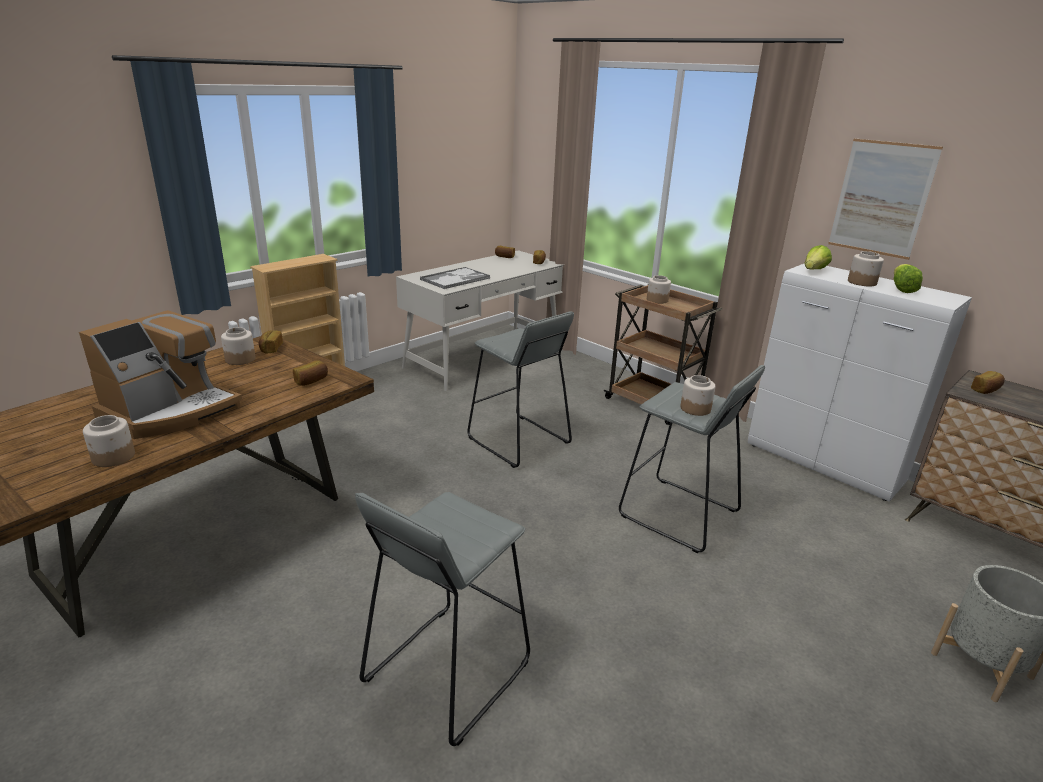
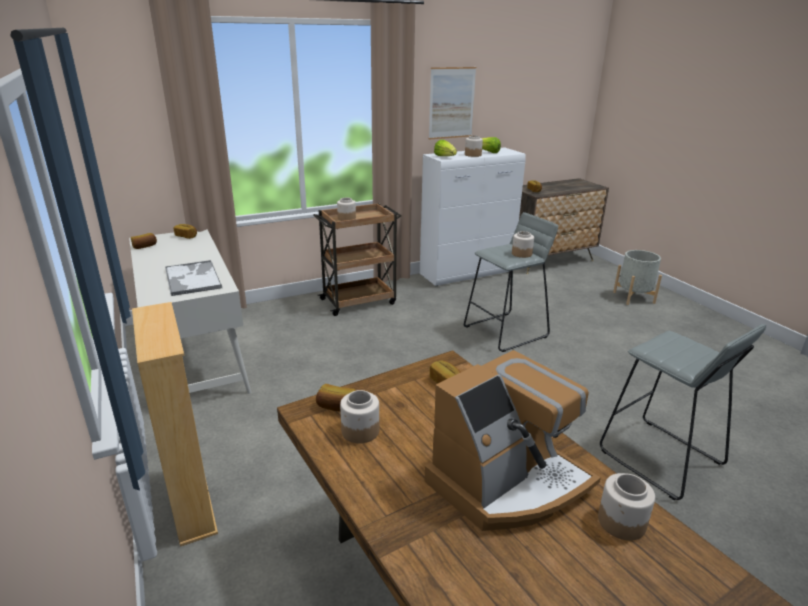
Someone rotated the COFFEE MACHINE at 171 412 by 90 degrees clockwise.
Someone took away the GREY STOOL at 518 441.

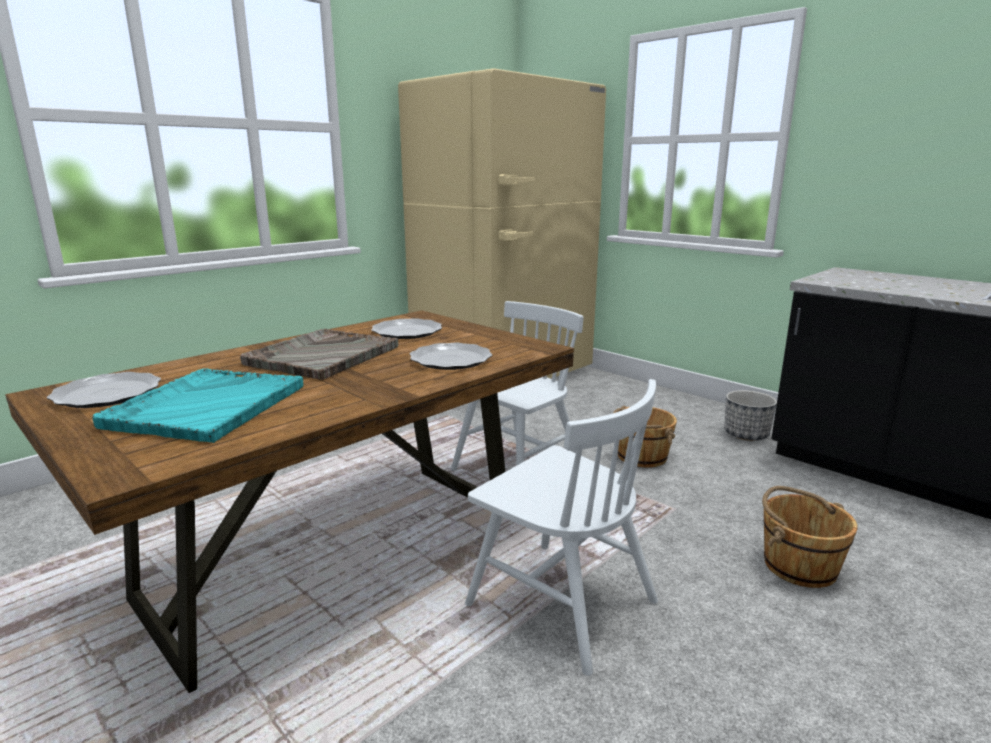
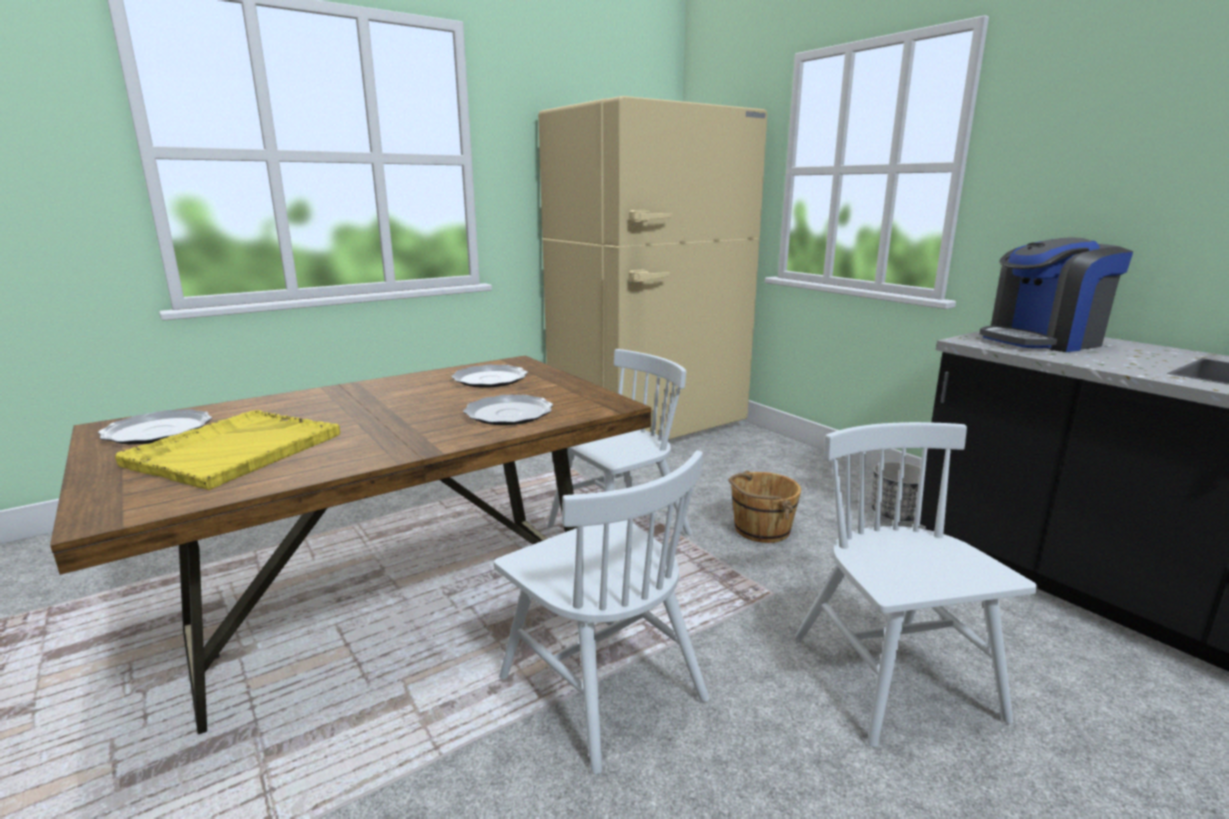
Someone repainted the TURQUOISE TRAY at 206 406, which became the YELLOW TRAY at 234 450.
Someone took away the GREY TRAY at 322 356.
Someone swapped the BROWN BUCKET at 798 565 for the WHITE CHAIR at 894 677.
Someone put down the COFFEE MACHINE at 1042 341.

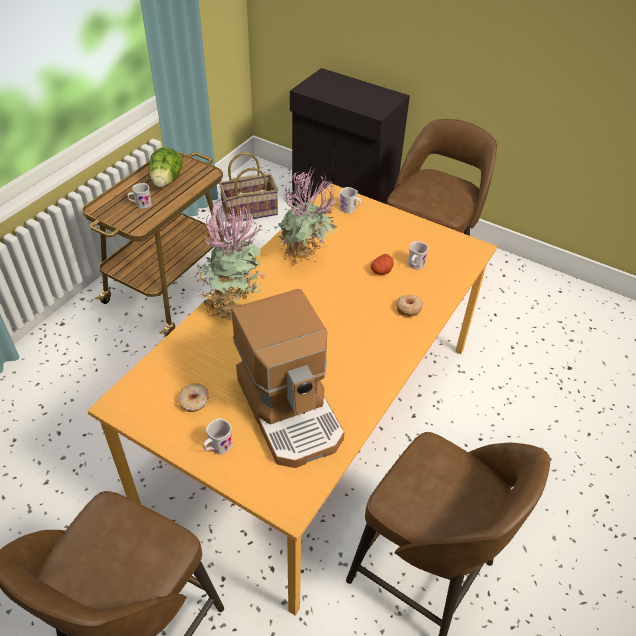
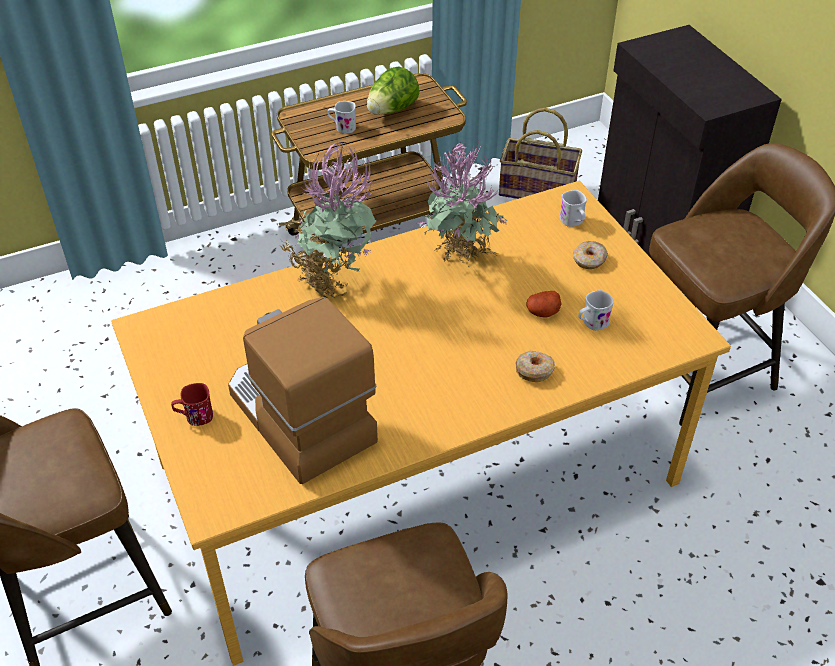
Someone carried the DONUT from 194 401 to 589 260.
Someone repainted the WHITE MUG at 217 447, which became the RED MUG at 194 416.
Someone rotated the COFFEE MACHINE at 291 410 by 135 degrees clockwise.

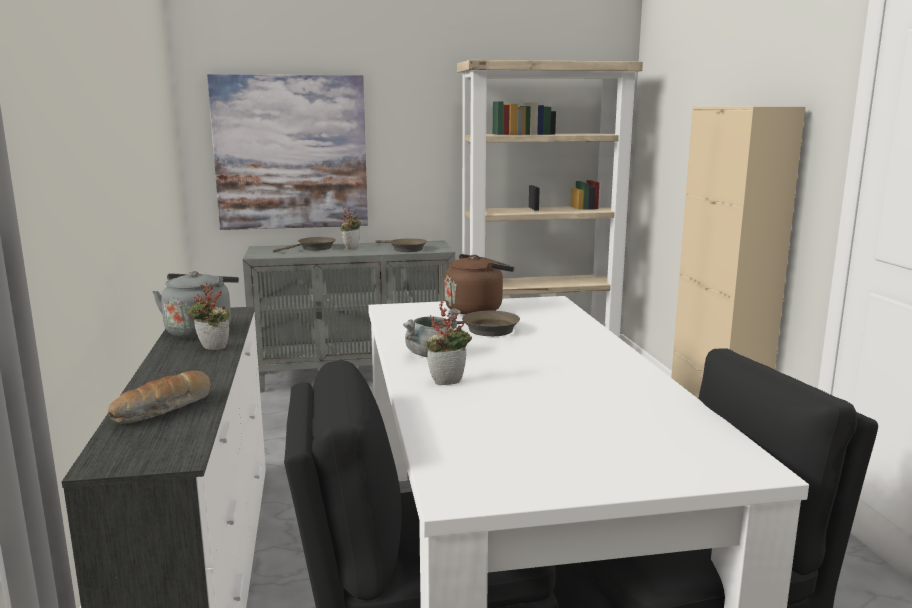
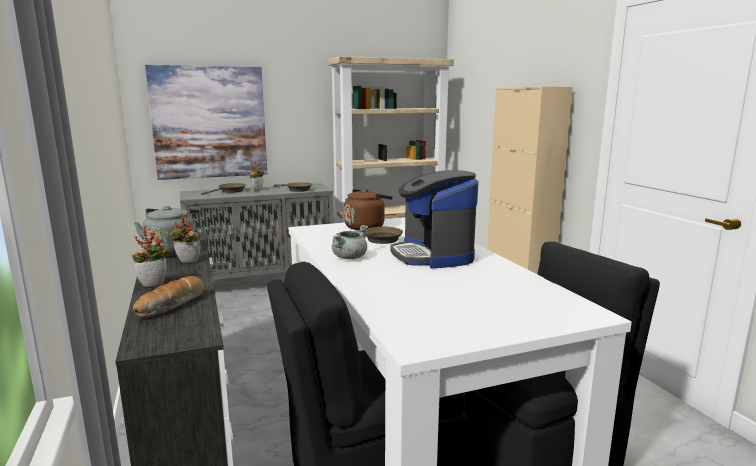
Someone carried the POTTED PLANT from 448 381 to 154 283.
Someone put down the COFFEE MACHINE at 433 255.

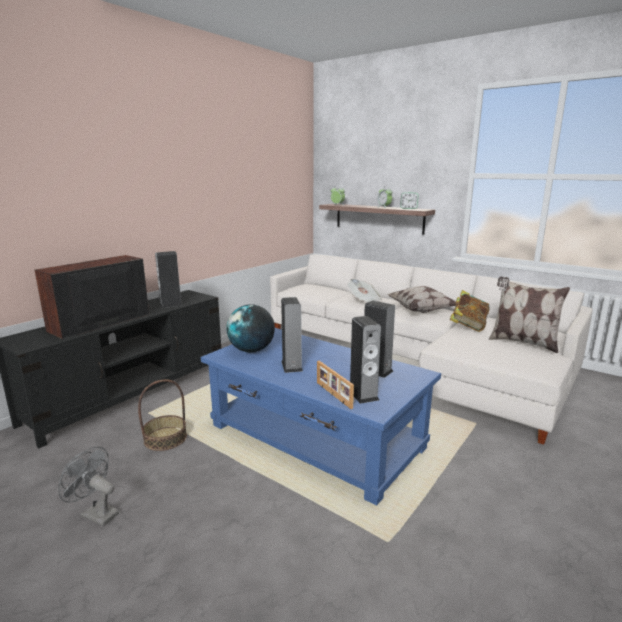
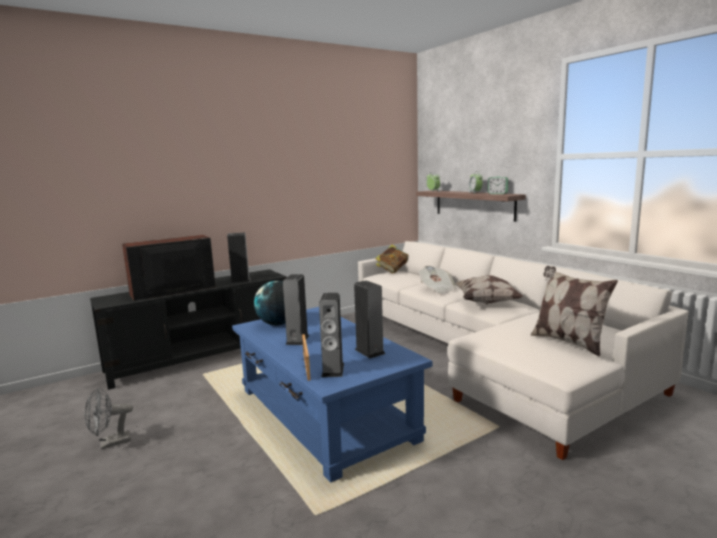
Someone rotated the GREY FAN at 95 513 by 75 degrees counterclockwise.
Someone took away the BASKET at 165 438.
Someone carried the BOOK from 468 326 to 392 270.

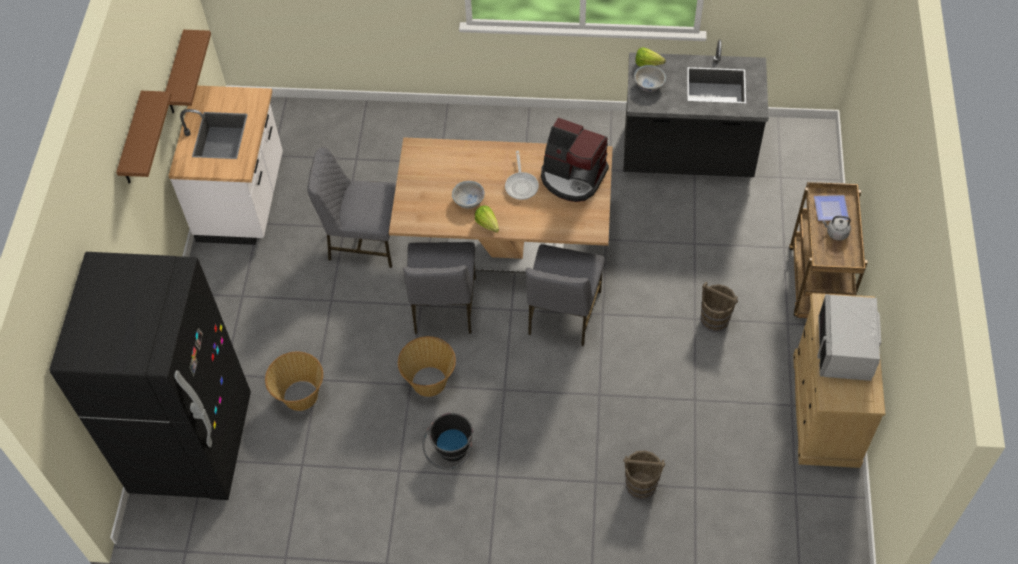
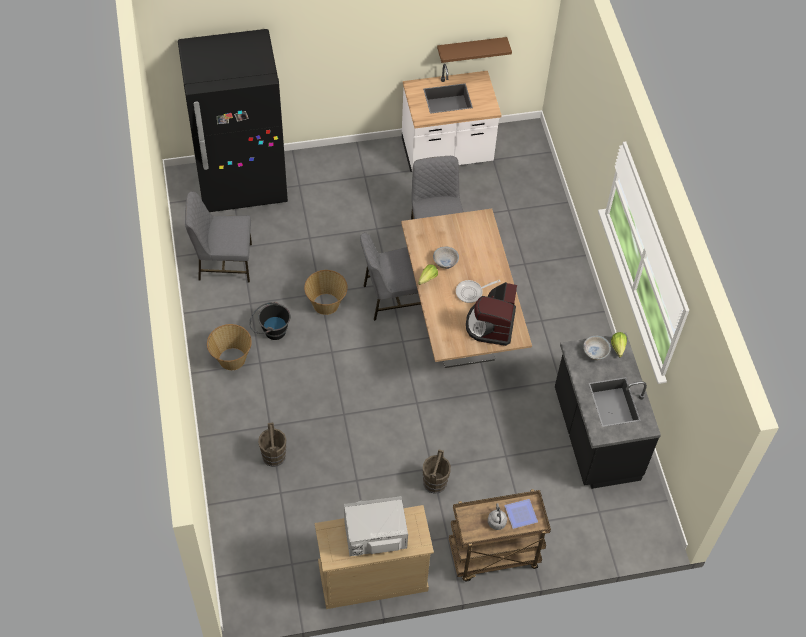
Someone took away the BROWN SHELF at 133 141.
Someone carried the BASKET from 300 396 to 231 359.
Someone carried the GREY CHAIR from 562 313 to 224 262.

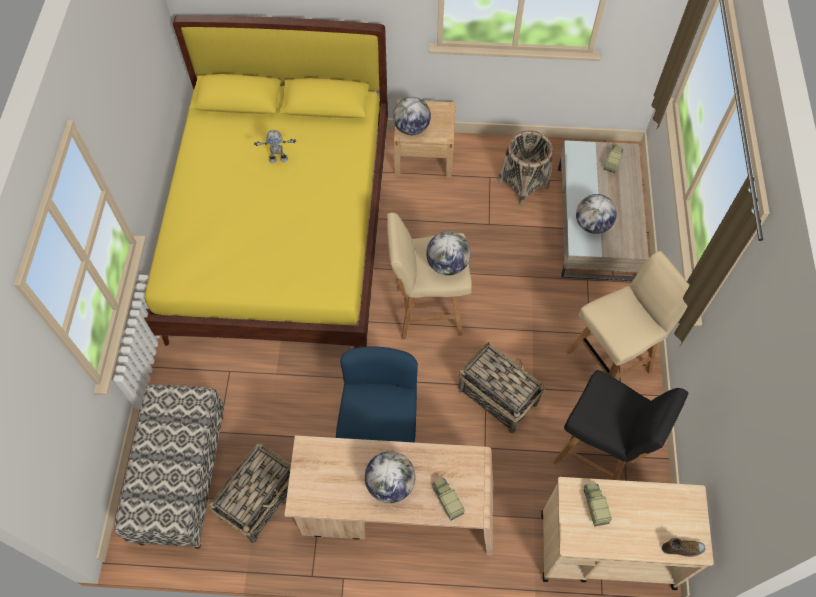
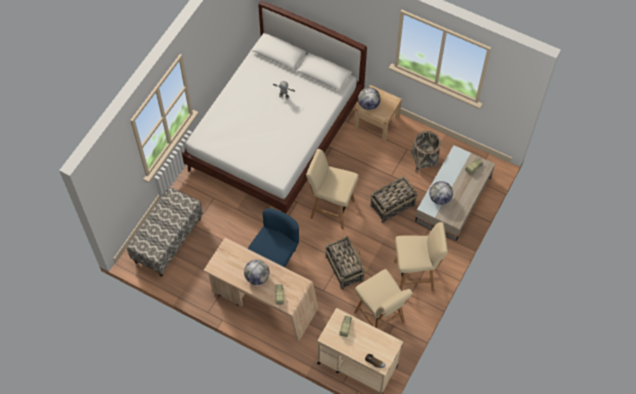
Someone repainted the YELLOW BED at 282 233, which became the WHITE BED at 275 135.
Someone carried the BASKET from 260 499 to 393 205.
Someone took away the GLOBE at 447 264.
Someone repainted the BLACK STOOL at 597 454, which became the BEIGE STOOL at 380 318.

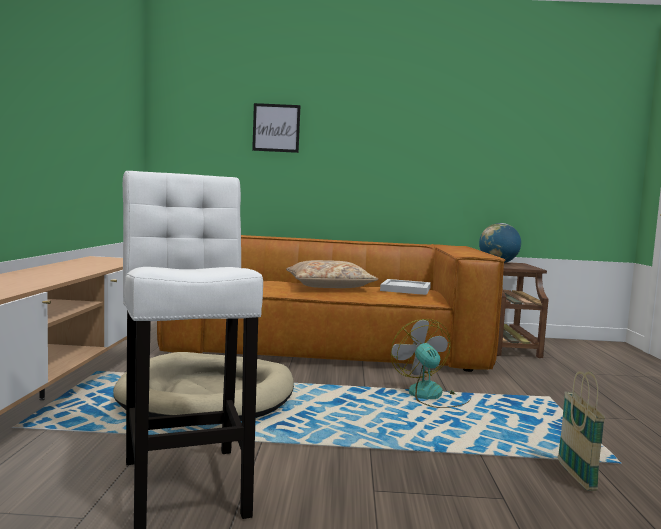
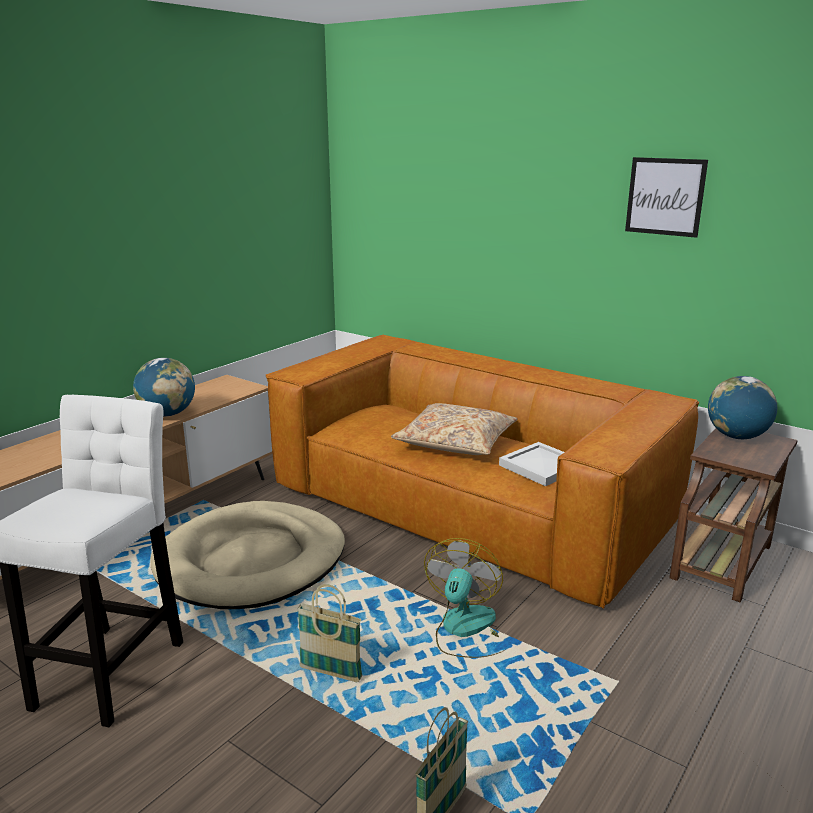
Someone carried the PICTURE from 276 128 to 665 196.
Someone put down the GLOBE at 167 414.
Someone put down the BASKET at 331 674.

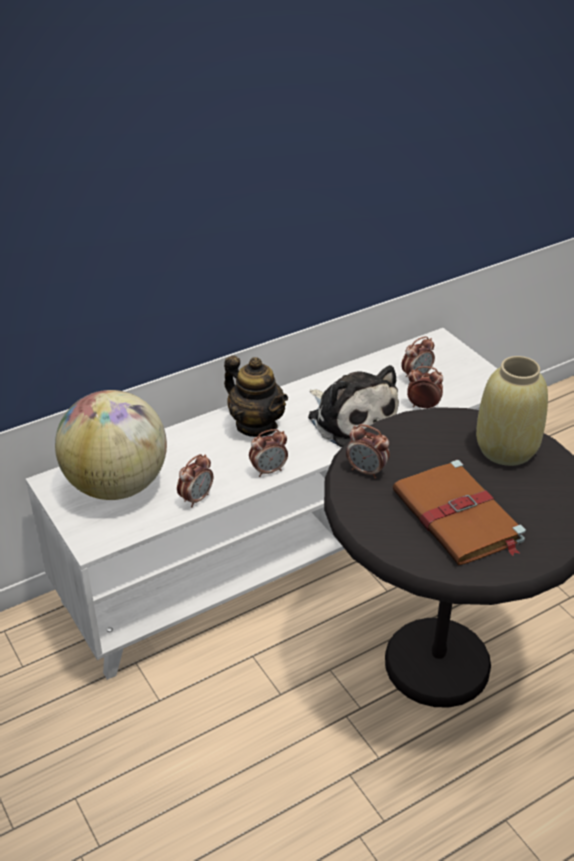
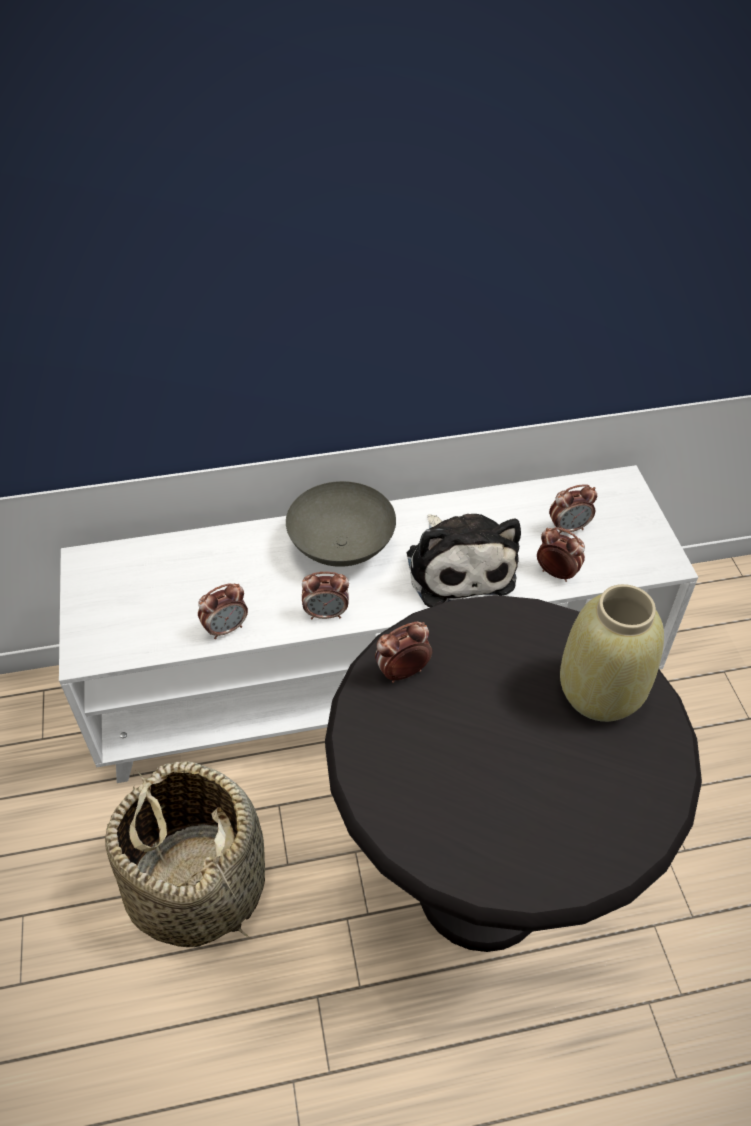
Someone took away the GLOBE at 117 485.
Someone swapped the TEAPOT at 256 425 for the GREY BOWL at 343 546.
Someone rotated the ALARM CLOCK at 366 471 by 105 degrees clockwise.
Someone took away the BROWN BOOK at 458 517.
Someone put down the BASKET at 197 884.

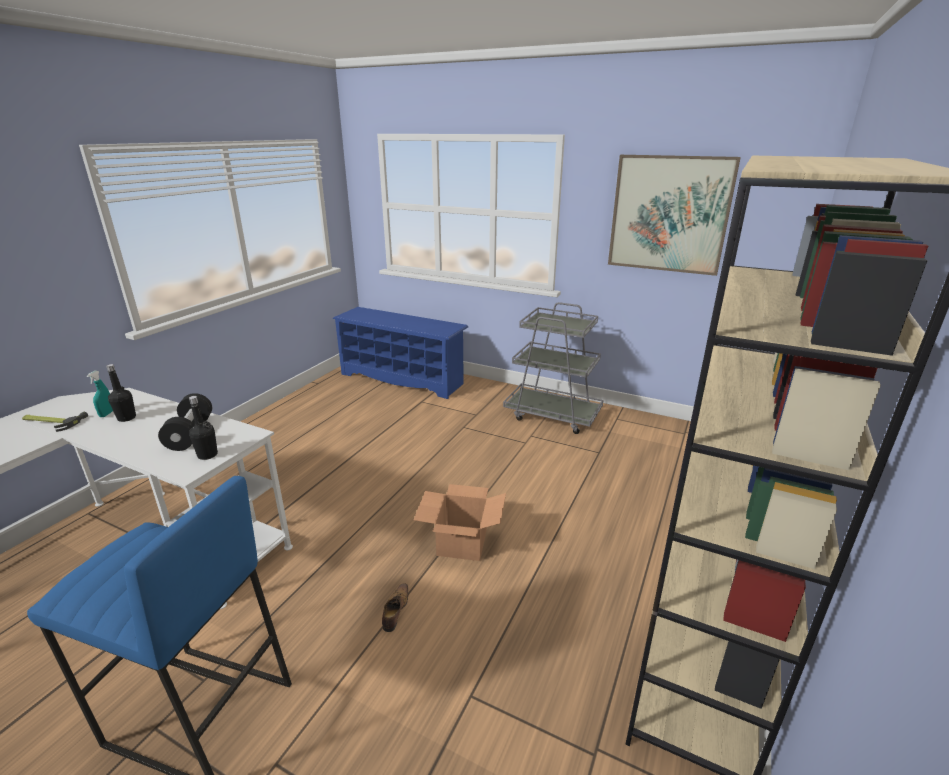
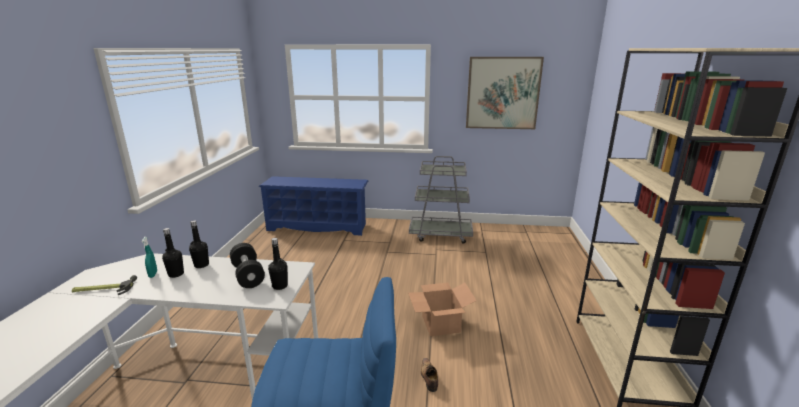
Someone put down the BLACK BOTTLE at 201 265.

